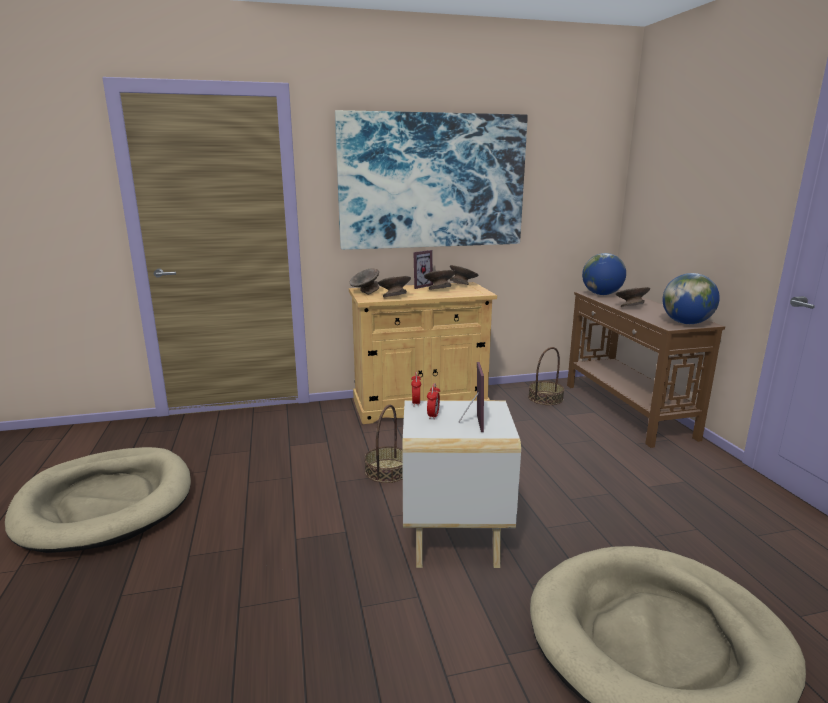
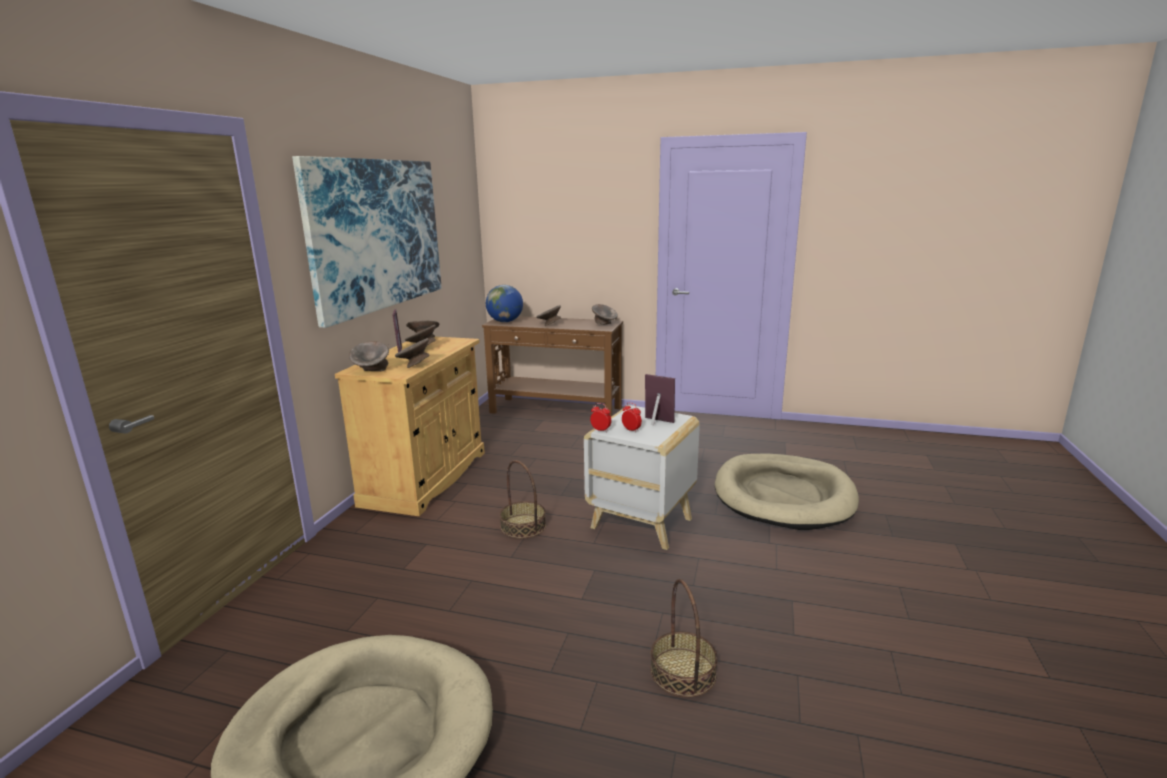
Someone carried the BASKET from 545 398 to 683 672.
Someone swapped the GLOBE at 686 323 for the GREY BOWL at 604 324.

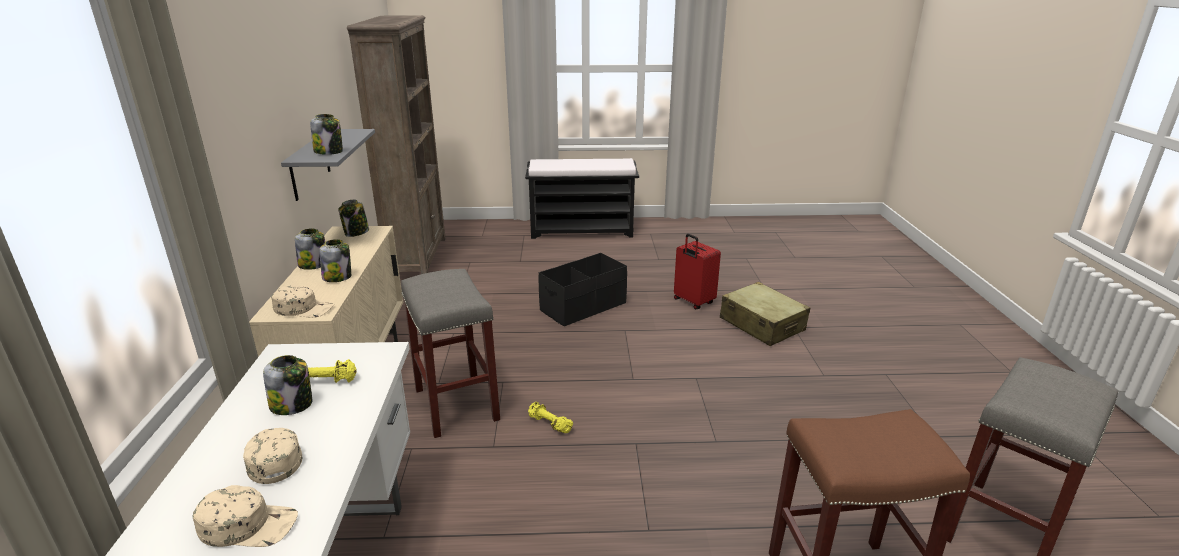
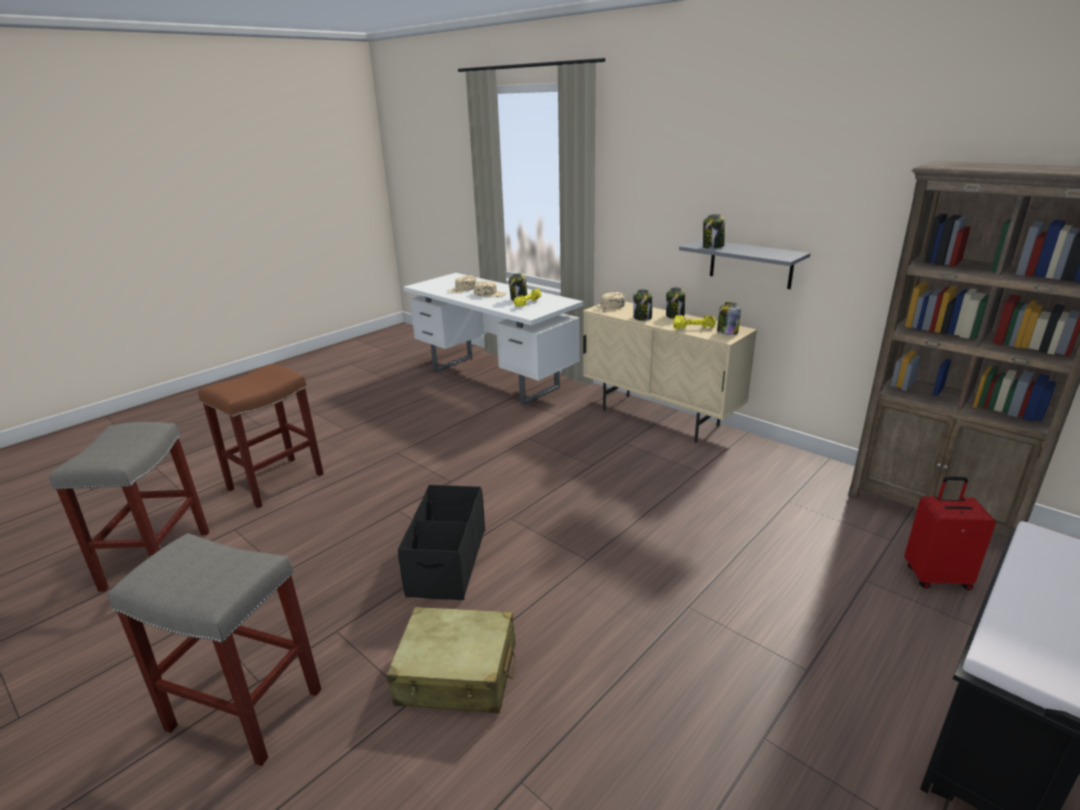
Someone carried the GREY STOOL from 457 405 to 243 710.
Someone carried the YELLOW DUMBBELL from 549 424 to 693 328.
Someone carried the BLACK STORAGE BOX from 583 307 to 447 562.
Someone carried the RED SUITCASE from 693 302 to 936 577.

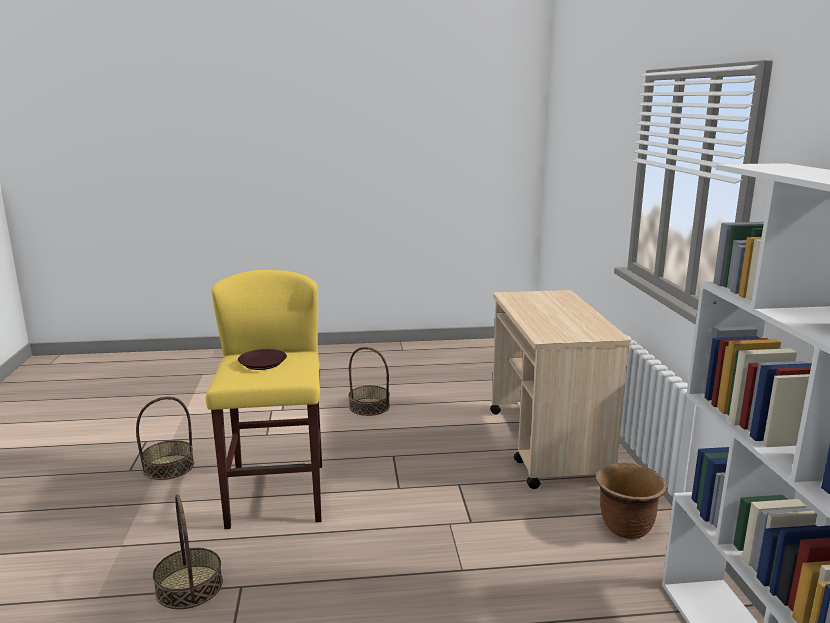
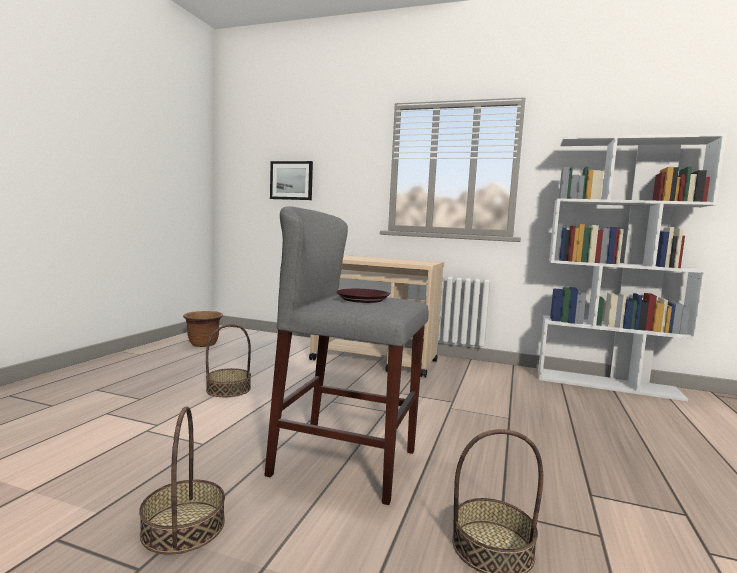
Someone repainted the YELLOW STOOL at 276 495, which became the GREY STOOL at 345 463.
Someone carried the BROWN PLANTER from 626 528 to 203 344.
Someone put up the PICTURE at 291 180.

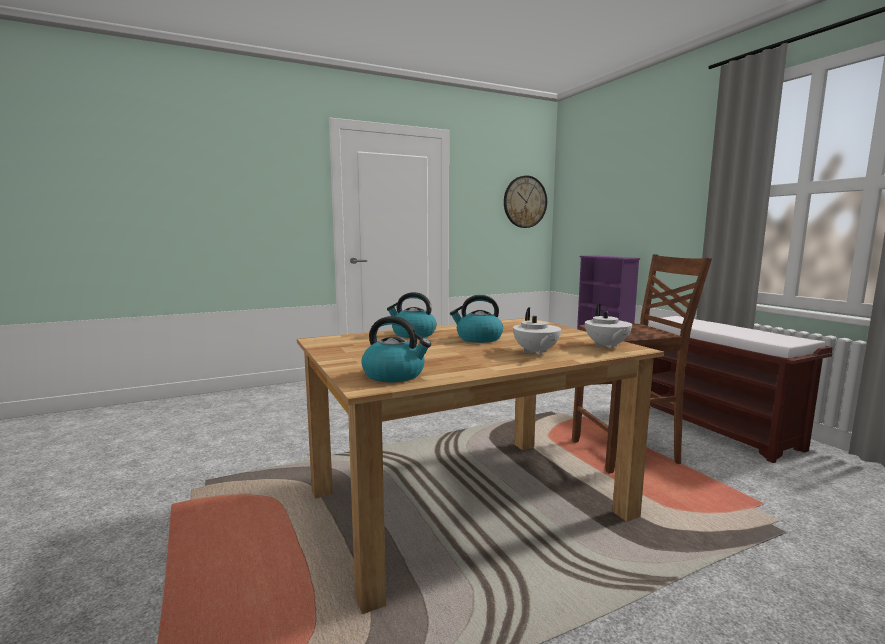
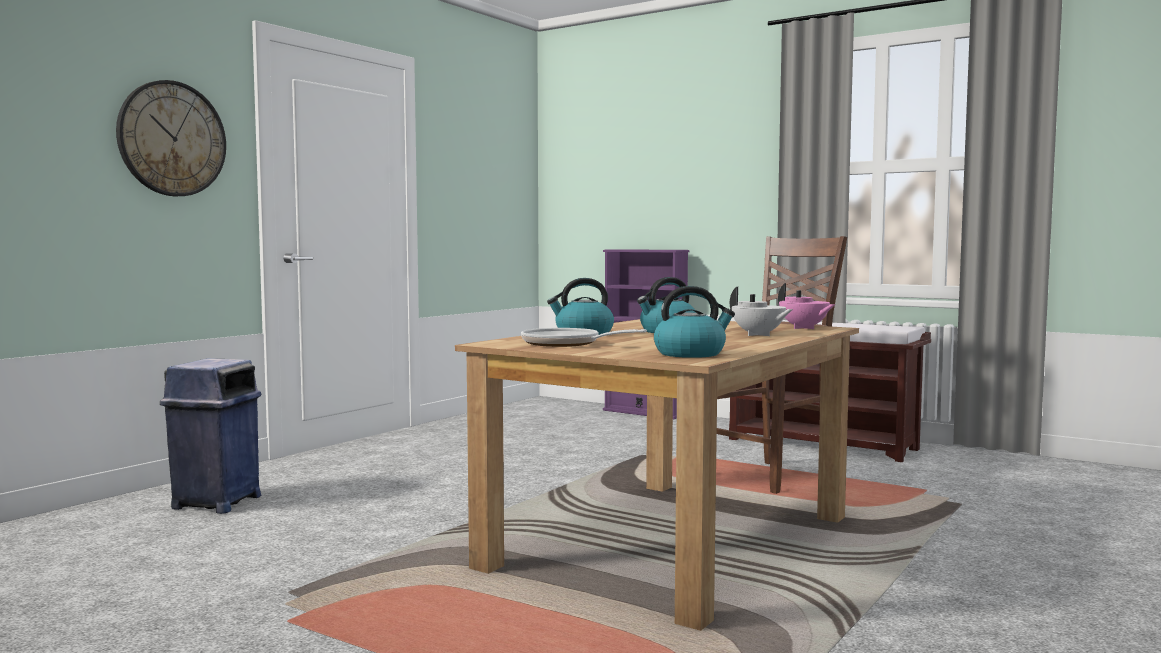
Someone carried the WALL CLOCK from 525 202 to 172 139.
Someone repainted the WHITE TEAPOT at 606 346, which became the PINK TEAPOT at 804 328.
Someone put down the BLUE TRASH CAN at 215 503.
Someone put down the FRYING PAN at 566 344.

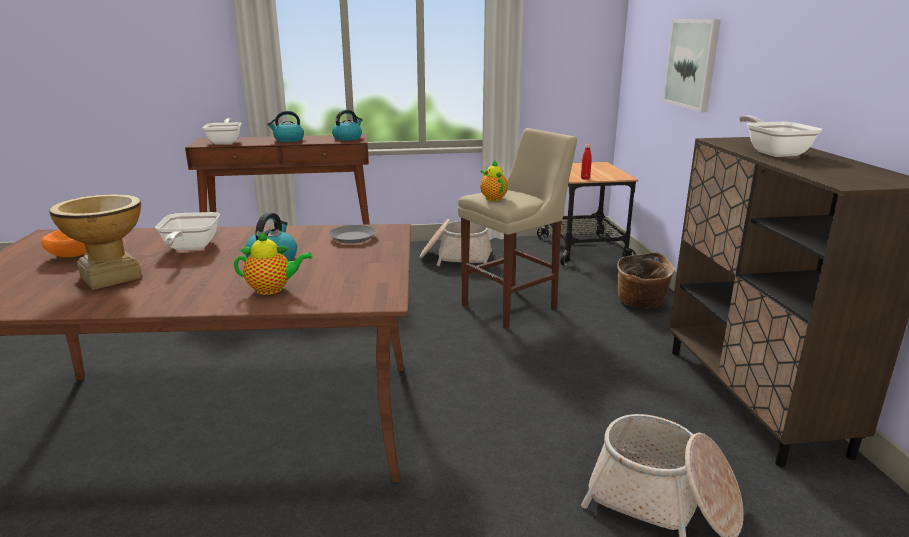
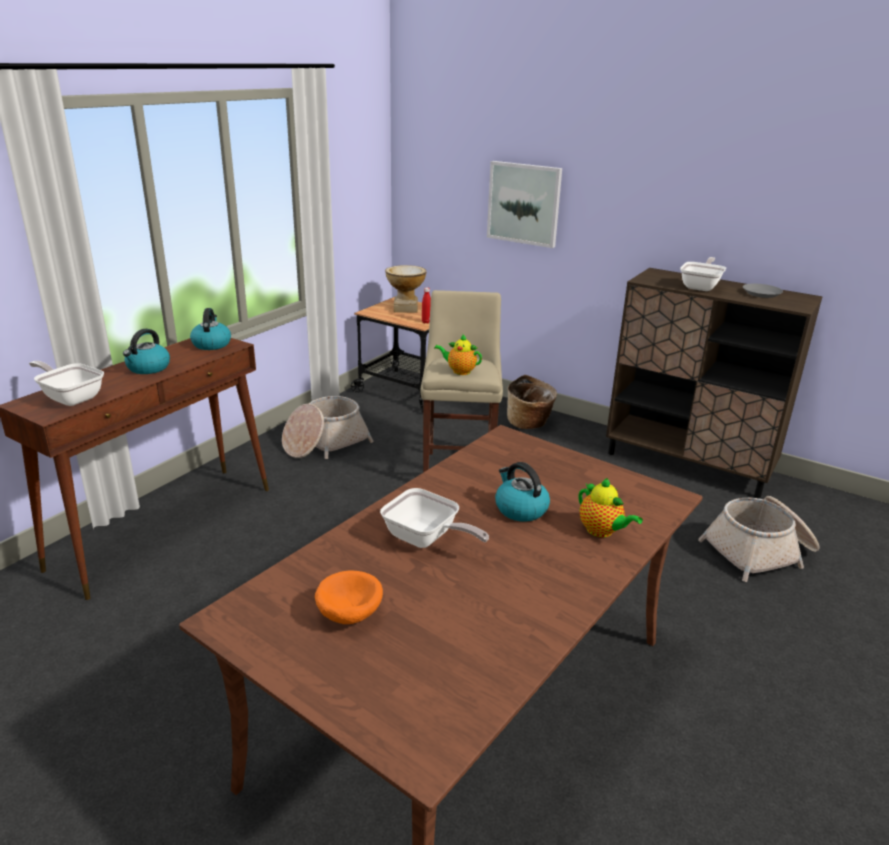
Someone carried the VASE from 111 277 to 405 308.
Someone rotated the TEAPOT at 272 289 by 105 degrees clockwise.
Someone carried the GREY PLATE from 352 238 to 761 294.
Someone rotated the FRYING PAN at 773 152 by 90 degrees clockwise.

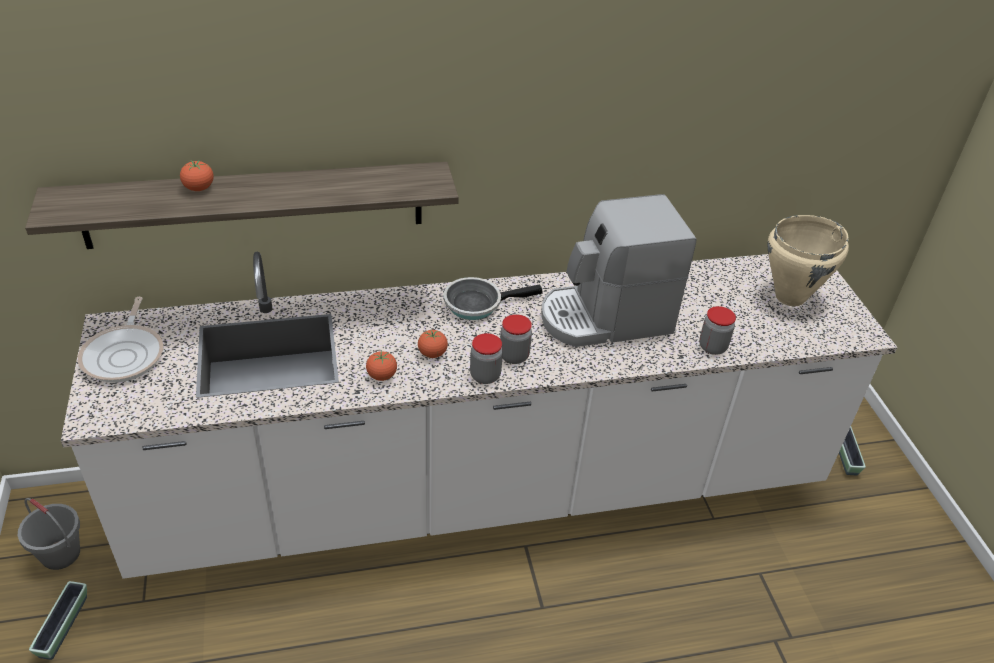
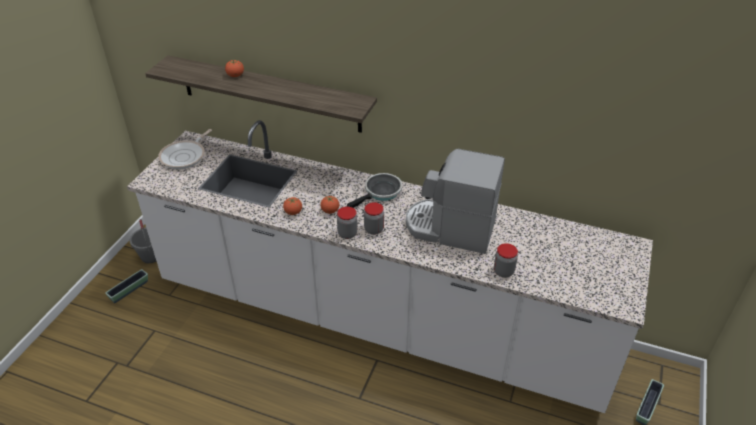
Someone rotated the FRYING PAN at 477 304 by 120 degrees clockwise.
Someone took away the BEIGE COOKING POT at 790 297.

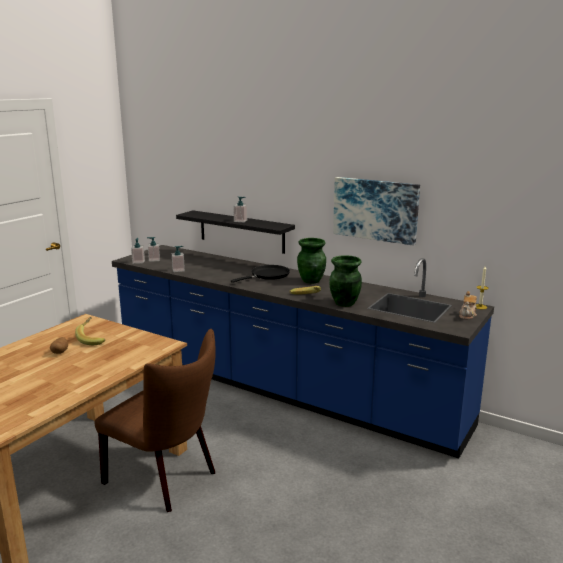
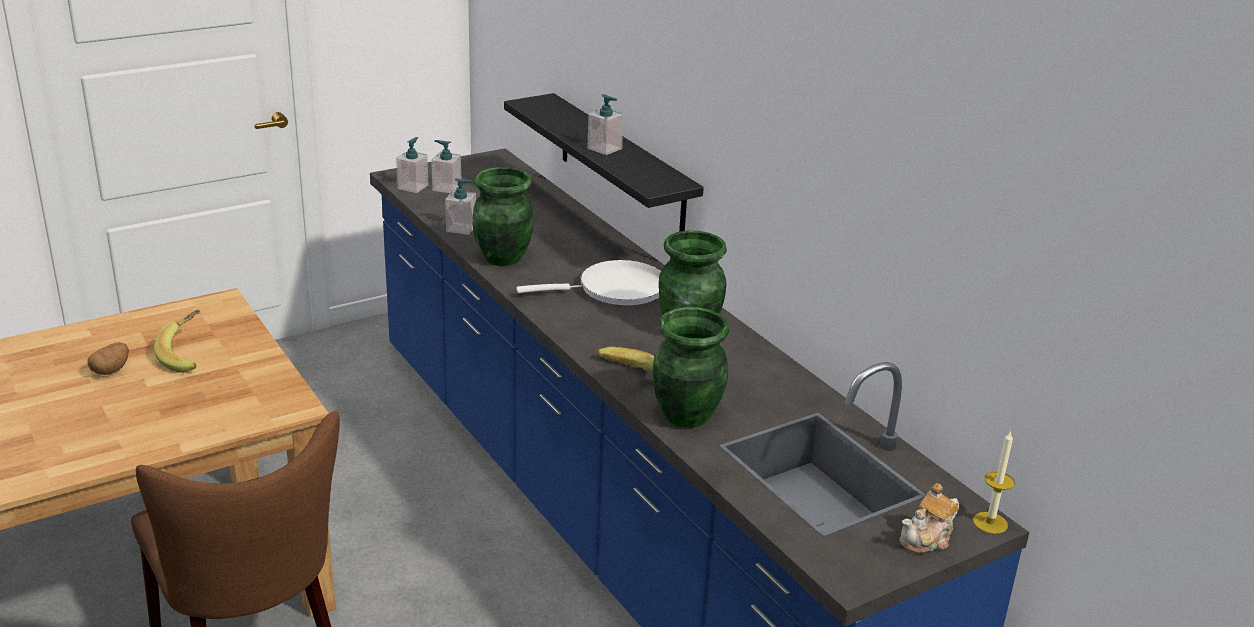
Someone repainted the BLACK FRYING PAN at 267 275, which became the WHITE FRYING PAN at 615 289.
Someone took away the PICTURE at 375 209.
Someone put down the GREEN VASE at 503 258.

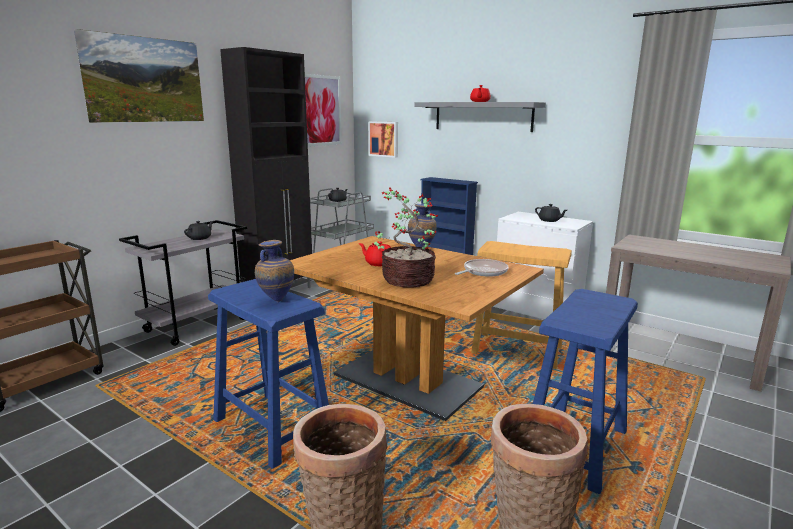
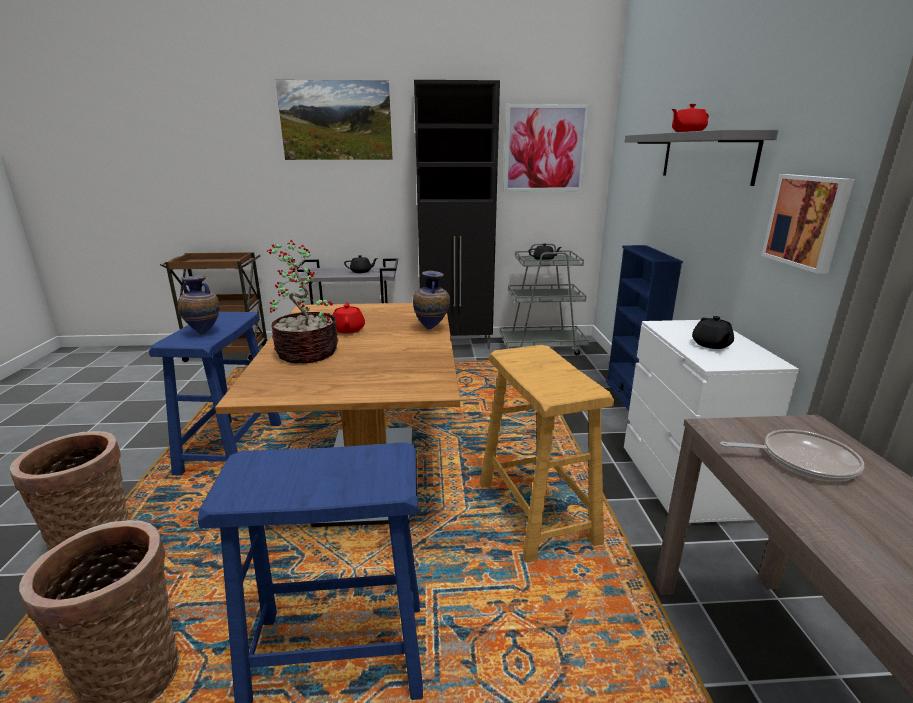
Someone carried the PICTURE from 384 139 to 807 221.
Someone carried the FRYING PAN from 483 272 to 802 460.

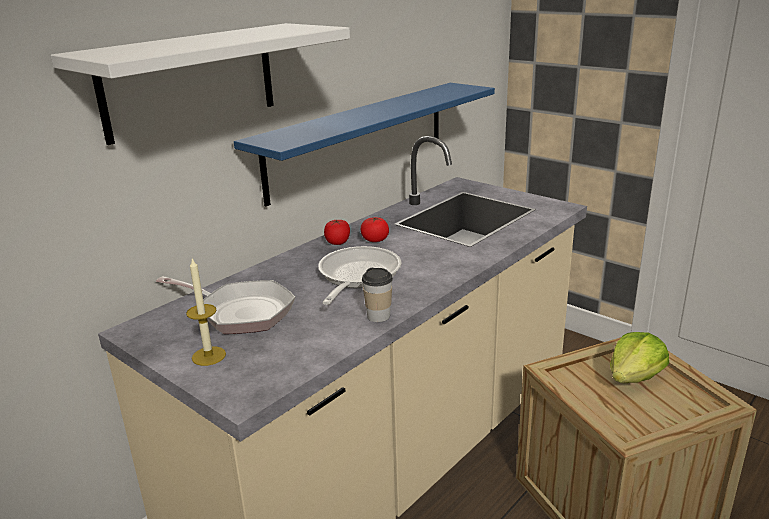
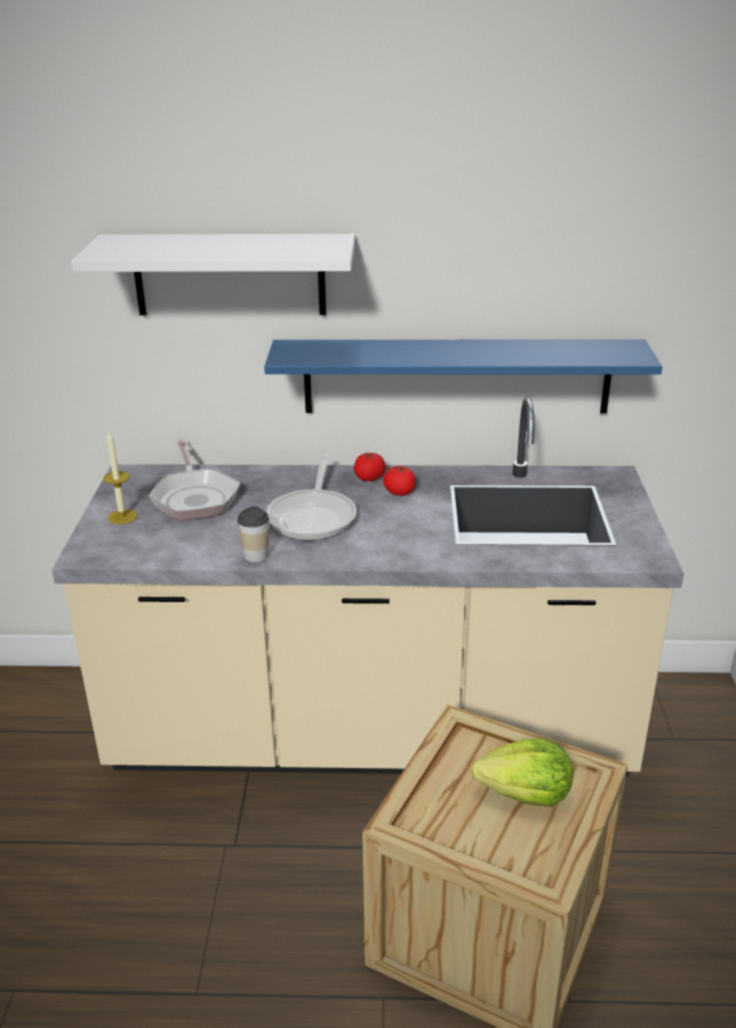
Someone rotated the FRYING PAN at 356 277 by 120 degrees clockwise.

